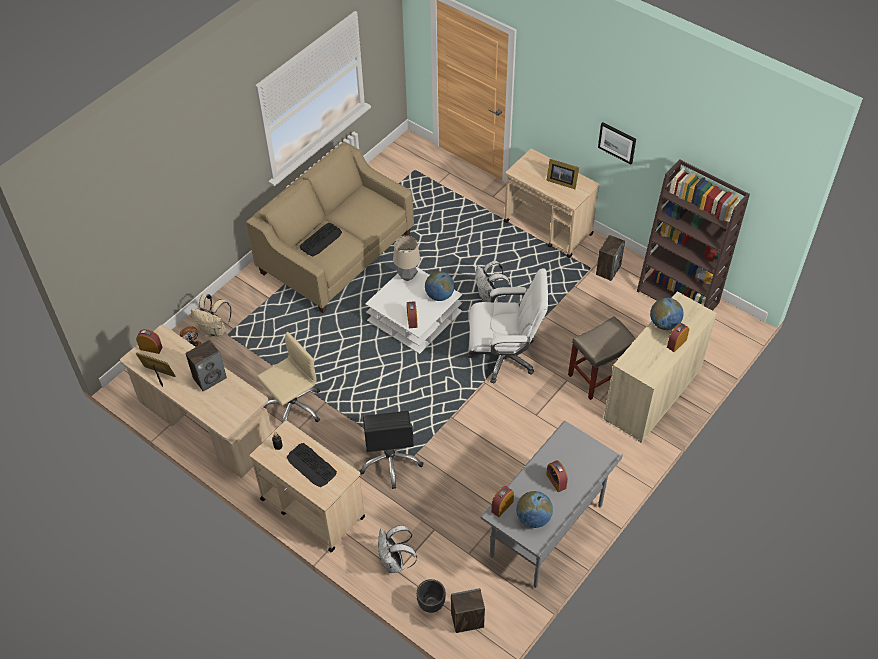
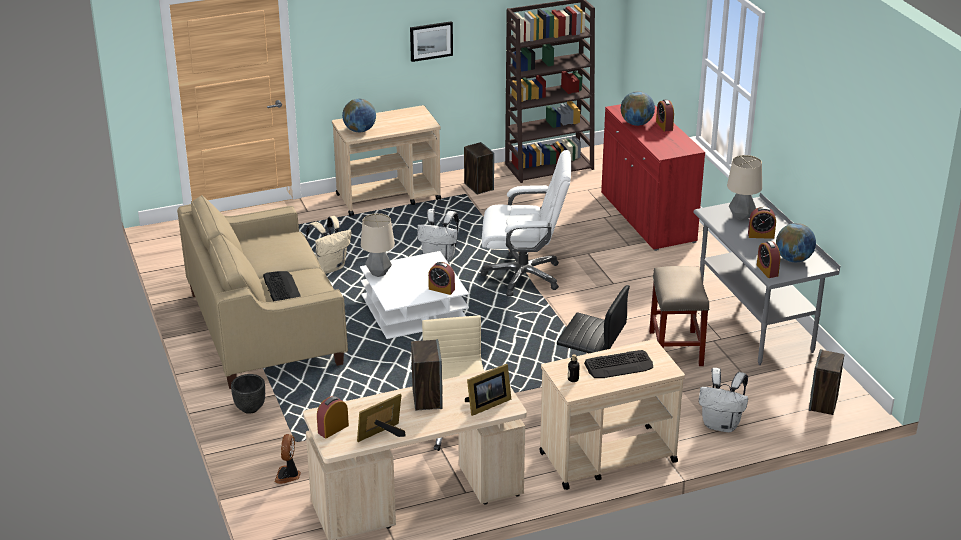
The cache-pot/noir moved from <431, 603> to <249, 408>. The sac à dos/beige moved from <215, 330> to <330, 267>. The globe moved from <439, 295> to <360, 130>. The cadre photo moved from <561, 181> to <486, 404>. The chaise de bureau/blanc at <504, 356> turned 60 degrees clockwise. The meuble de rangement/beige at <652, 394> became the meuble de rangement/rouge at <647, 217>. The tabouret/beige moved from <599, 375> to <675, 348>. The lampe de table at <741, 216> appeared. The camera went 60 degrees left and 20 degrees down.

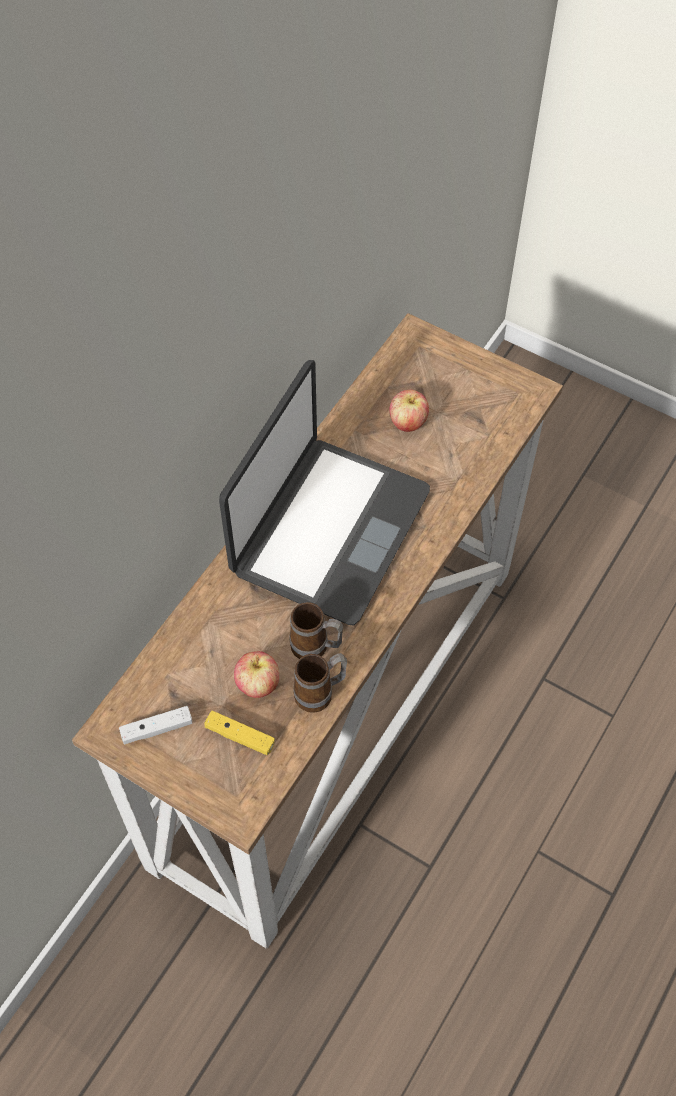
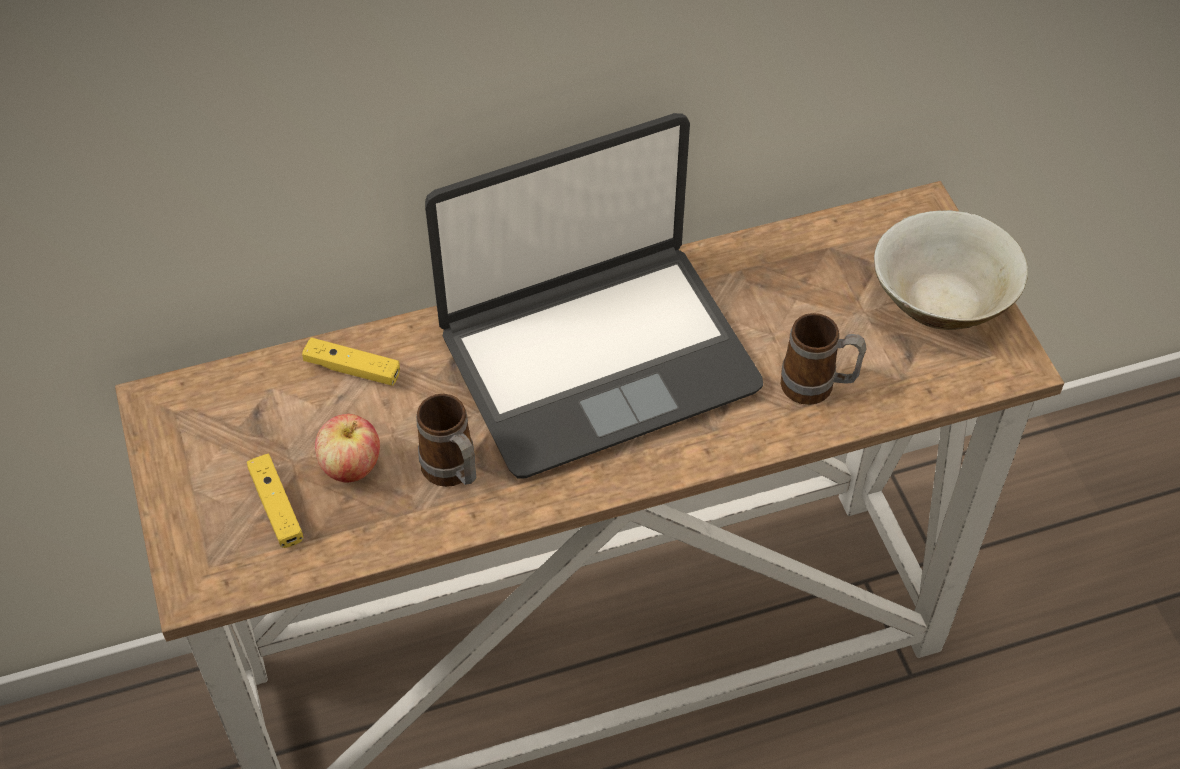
The manette/jaune at <352, 369> appeared. The mug moved from <321, 693> to <817, 388>. The bol/beige at <940, 301> appeared. The manette/blanc at <157, 729> disappeared. The pomme at <408, 423> disappeared. The camera went 40 degrees right and 5 degrees down.

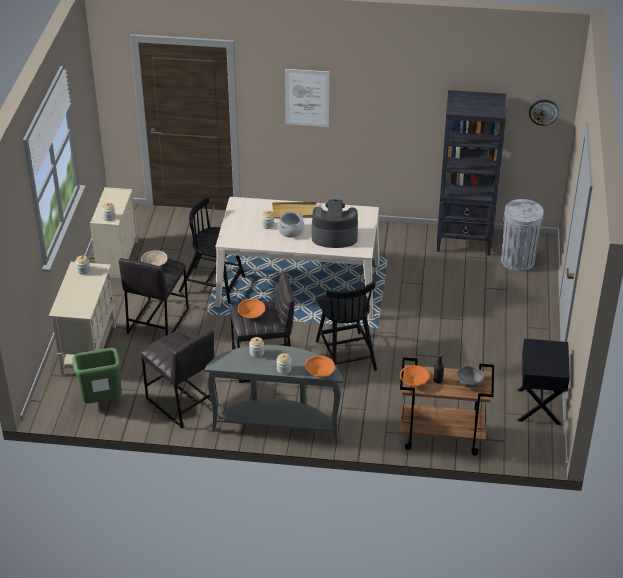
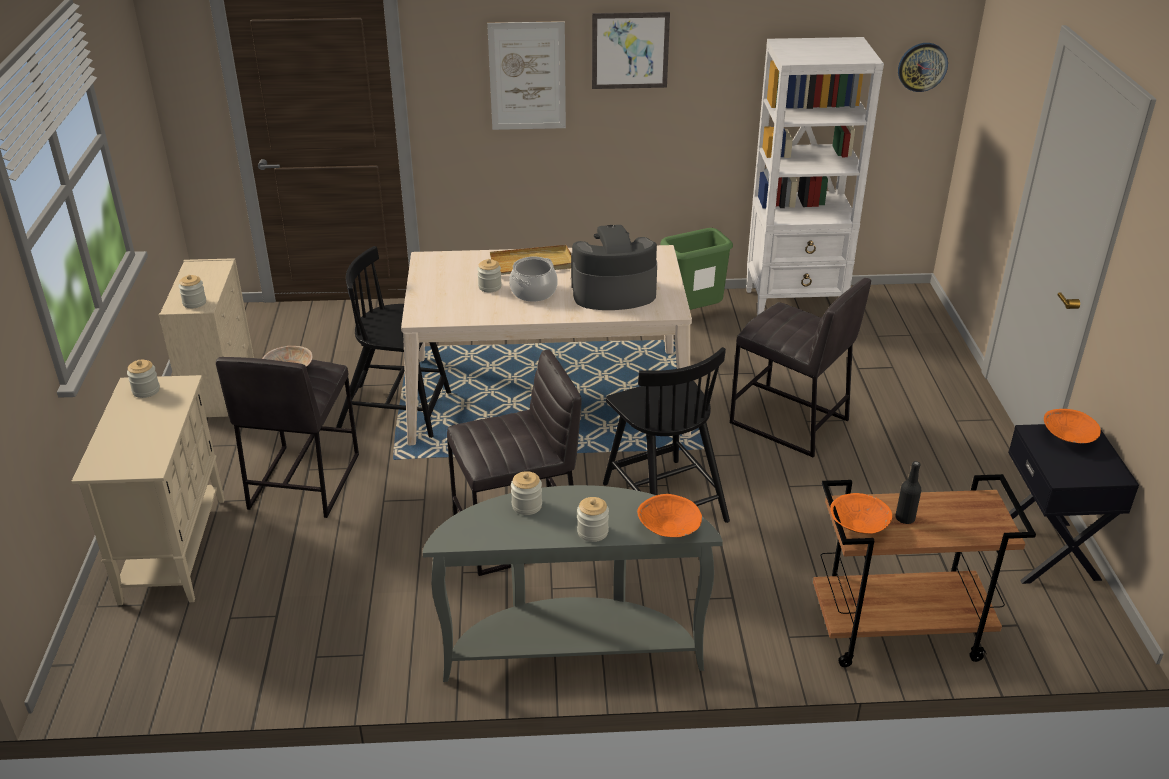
The tableau at <630, 50> appeared. The poubelle/vert moved from <102, 402> to <692, 314>. The tabouret/gris moved from <181, 402> to <789, 422>. The bibliothèque/noir at <464, 241> became the bibliothèque/blanc at <795, 306>. The bol/orange moved from <251, 314> to <1068, 438>. The bol/gris at <469, 383> disappeared. The poubelle/gris at <517, 260> disappeared. The camera went 10 degrees left and 5 degrees down.

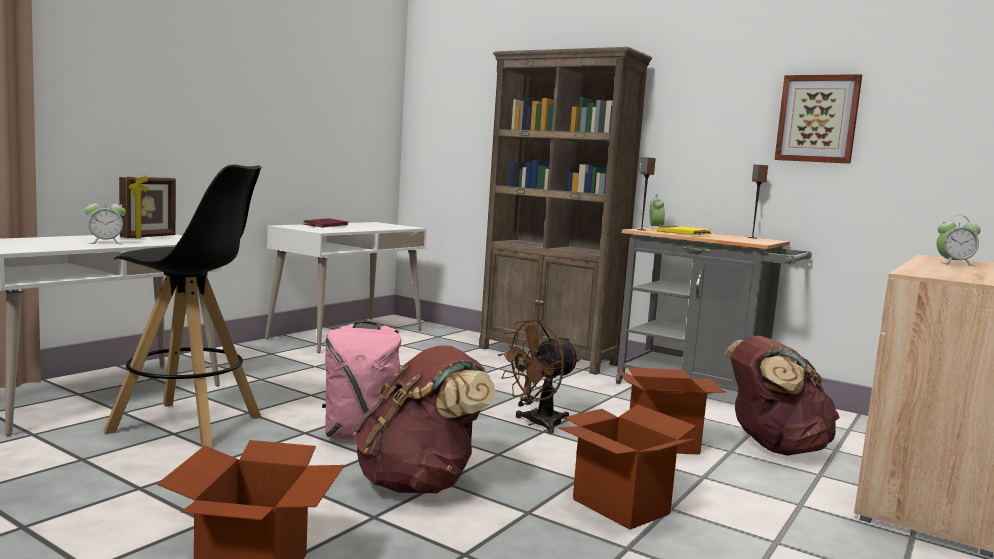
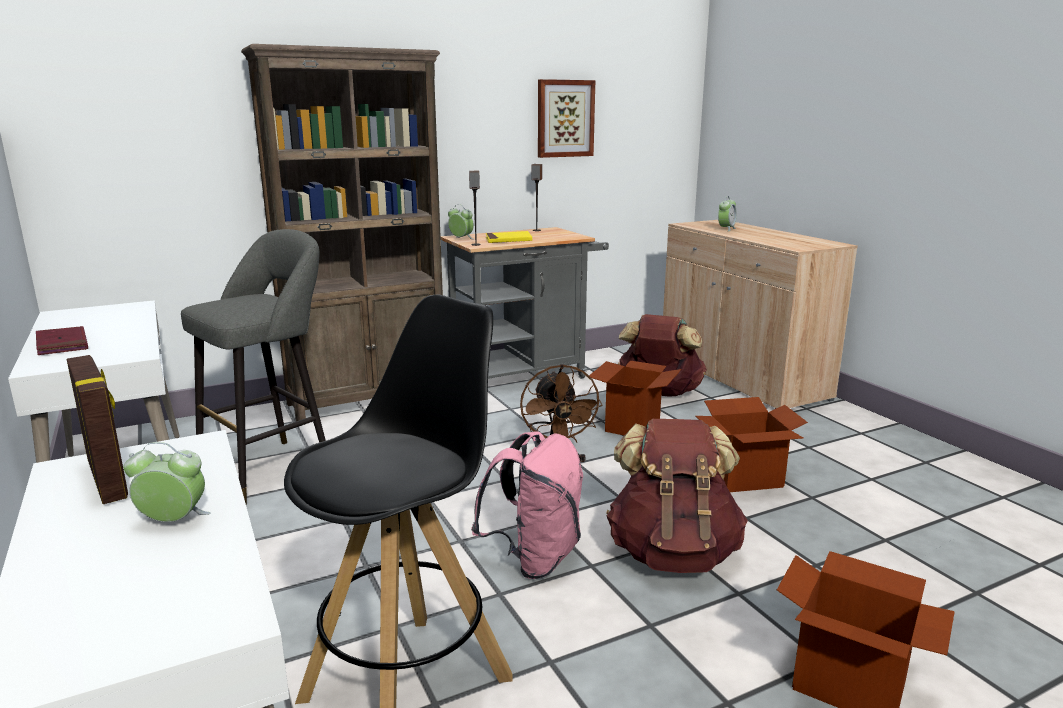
The réveil at <105, 243> turned 90 degrees counterclockwise. The tabouret/gris at <273, 468> appeared. The camera went 60 degrees left and 10 degrees up.

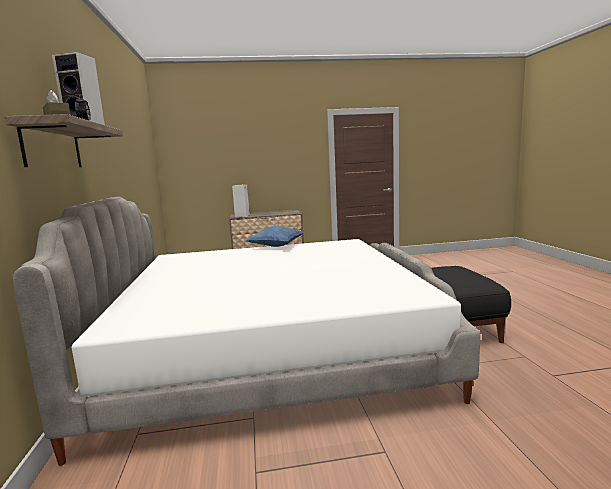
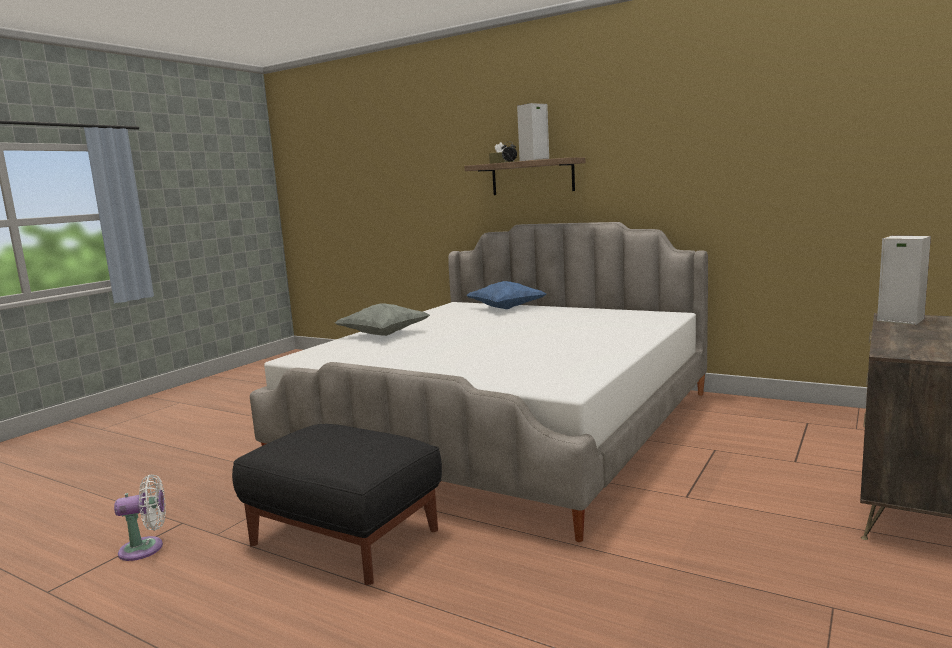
The ventilateur/blanc at <146, 548> appeared. The coussin/gris at <383, 334> appeared. The coussin/bleu moved from <276, 246> to <506, 308>. The camera went 130 degrees right and 0 degrees up.

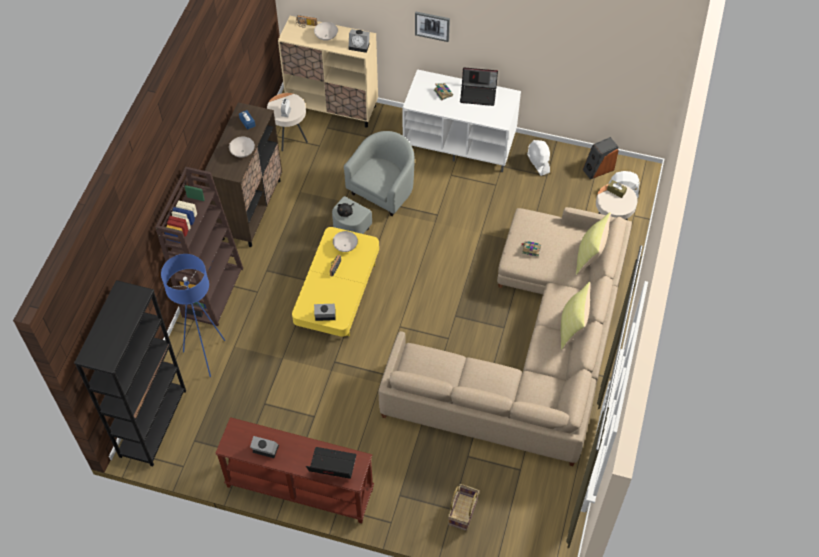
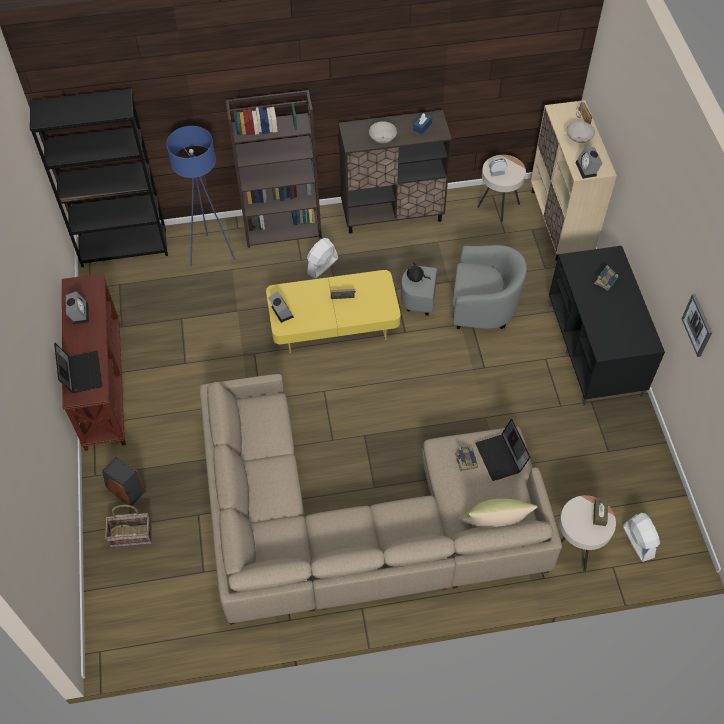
The enceinte moved from <598, 169> to <125, 489>. The ventilateur/blanc moved from <538, 163> to <322, 266>. The ordinateur portable moved from <478, 94> to <501, 457>. The meuble télé/blanc at <460, 142> became the meuble télé/noir at <595, 350>. The tableau moved from <432, 26> to <698, 325>. The bol/blanc at <345, 246> disappeared. The coussin/jaune at <572, 327> disappeared. The camera went 65 degrees right and 0 degrees up.

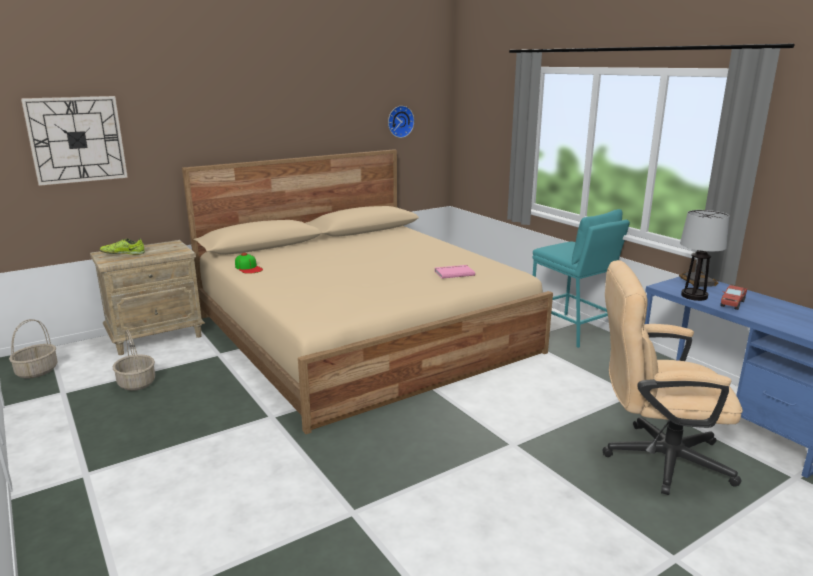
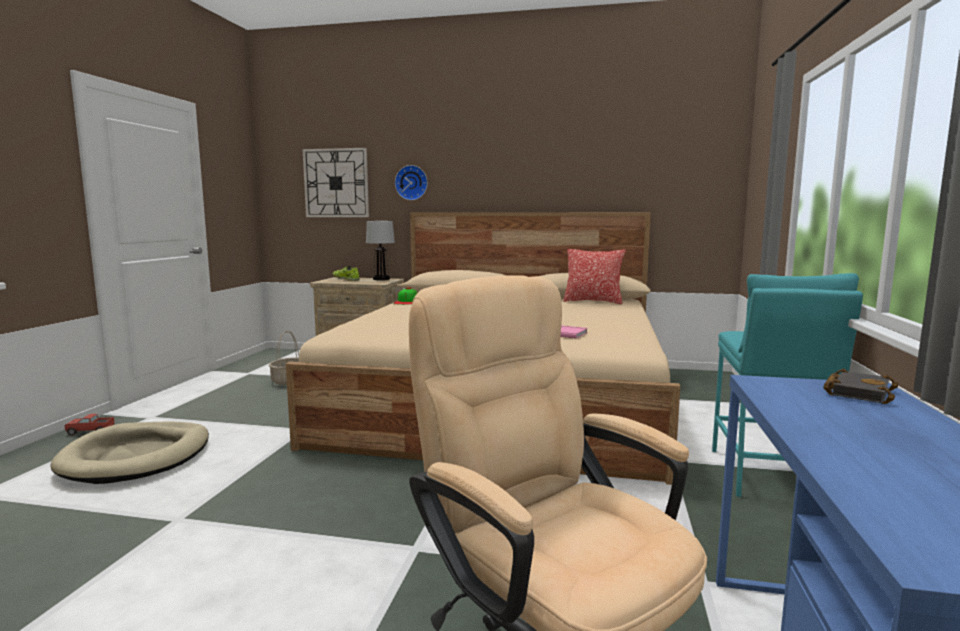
The panier pour chien/beige at <137, 457> appeared. The camion jouet moved from <732, 303> to <90, 432>. The lampe de table moved from <694, 296> to <381, 279>. The horloge murale moved from <399, 121> to <412, 183>. The coussin at <593, 301> appeared. The panier at <37, 371> disappeared. The camera went 45 degrees right and 10 degrees down.

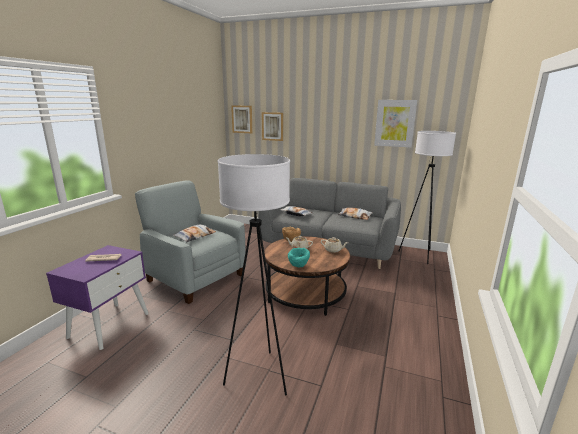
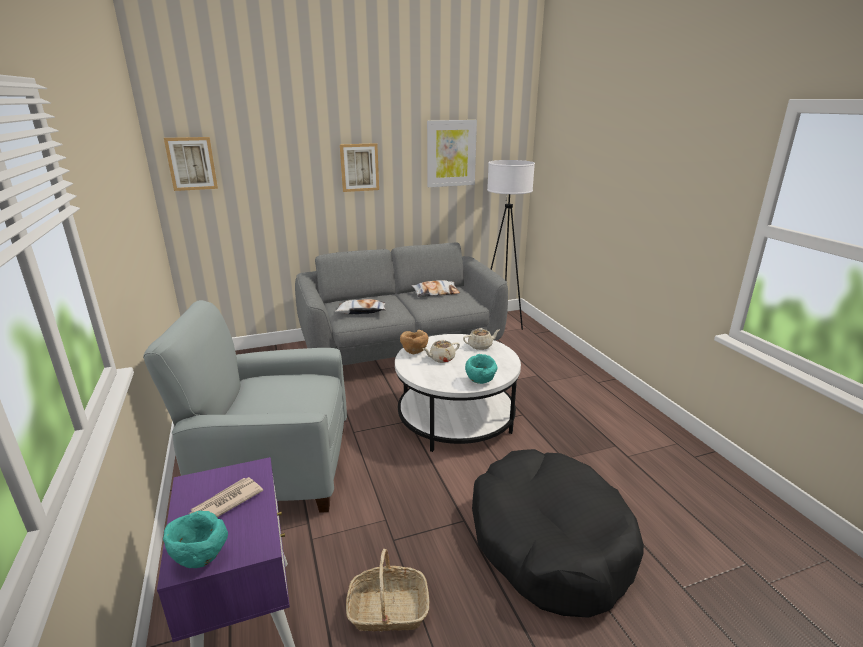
The bol/turquoise at <200, 558> appeared. The tableau moved from <272, 126> to <359, 167>. The panier at <388, 610> appeared. The table basse/marron at <305, 293> became the table basse/blanc at <456, 418>. The lampadaire/blanc at <259, 376> was replaced by the panier pour chien/noir at <549, 541>. The coussin at <195, 236> disappeared. The camera went 40 degrees left and 5 degrees up.

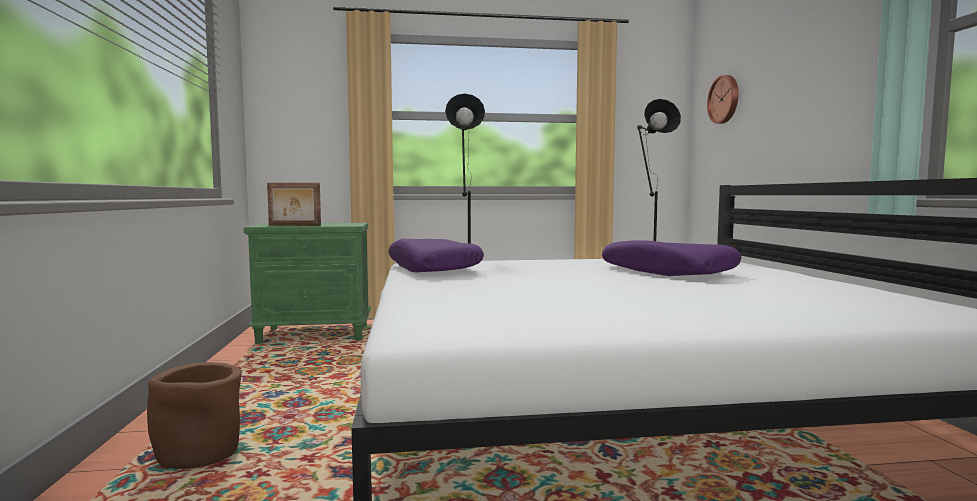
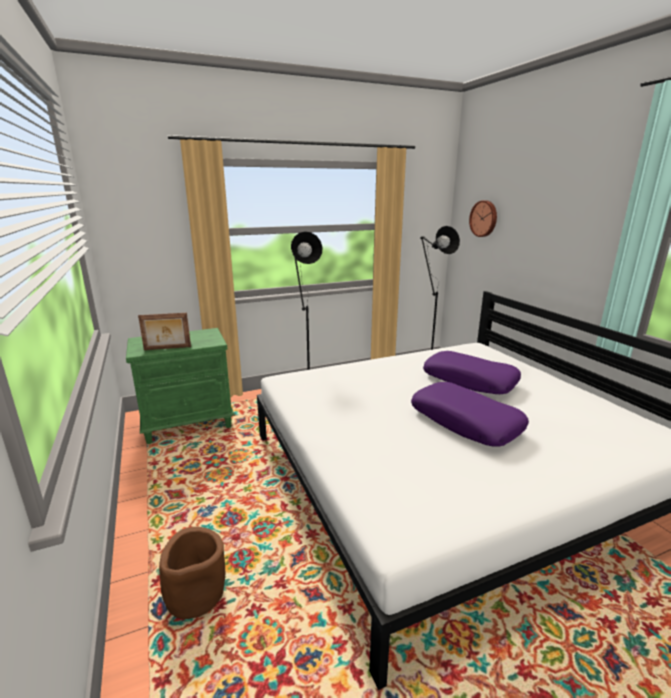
The coussin/violet moved from <434, 268> to <465, 422>. The camera went 15 degrees left and 15 degrees up.

